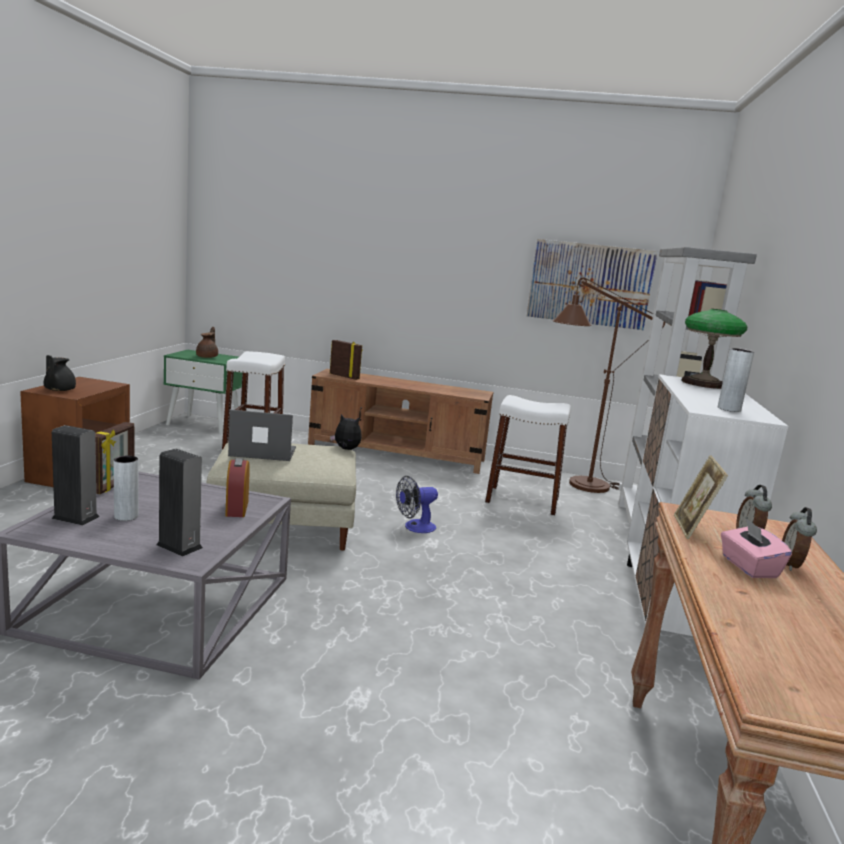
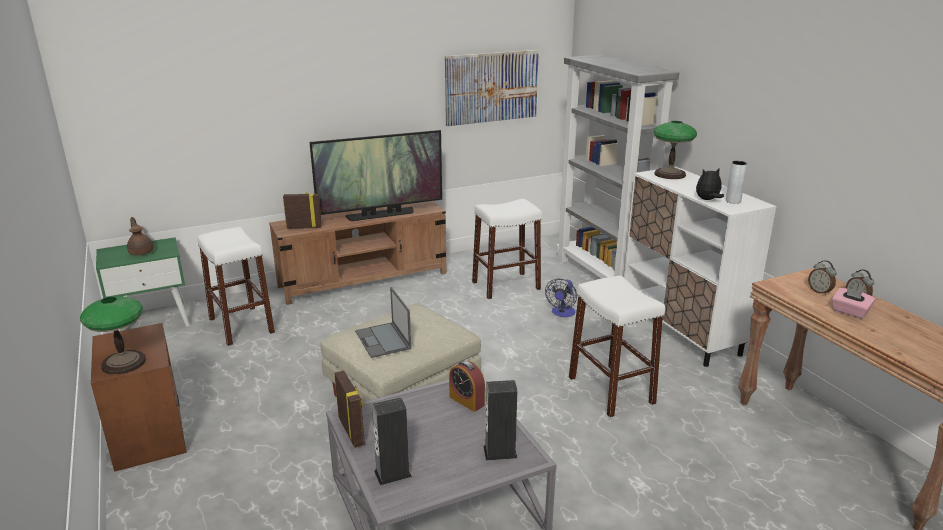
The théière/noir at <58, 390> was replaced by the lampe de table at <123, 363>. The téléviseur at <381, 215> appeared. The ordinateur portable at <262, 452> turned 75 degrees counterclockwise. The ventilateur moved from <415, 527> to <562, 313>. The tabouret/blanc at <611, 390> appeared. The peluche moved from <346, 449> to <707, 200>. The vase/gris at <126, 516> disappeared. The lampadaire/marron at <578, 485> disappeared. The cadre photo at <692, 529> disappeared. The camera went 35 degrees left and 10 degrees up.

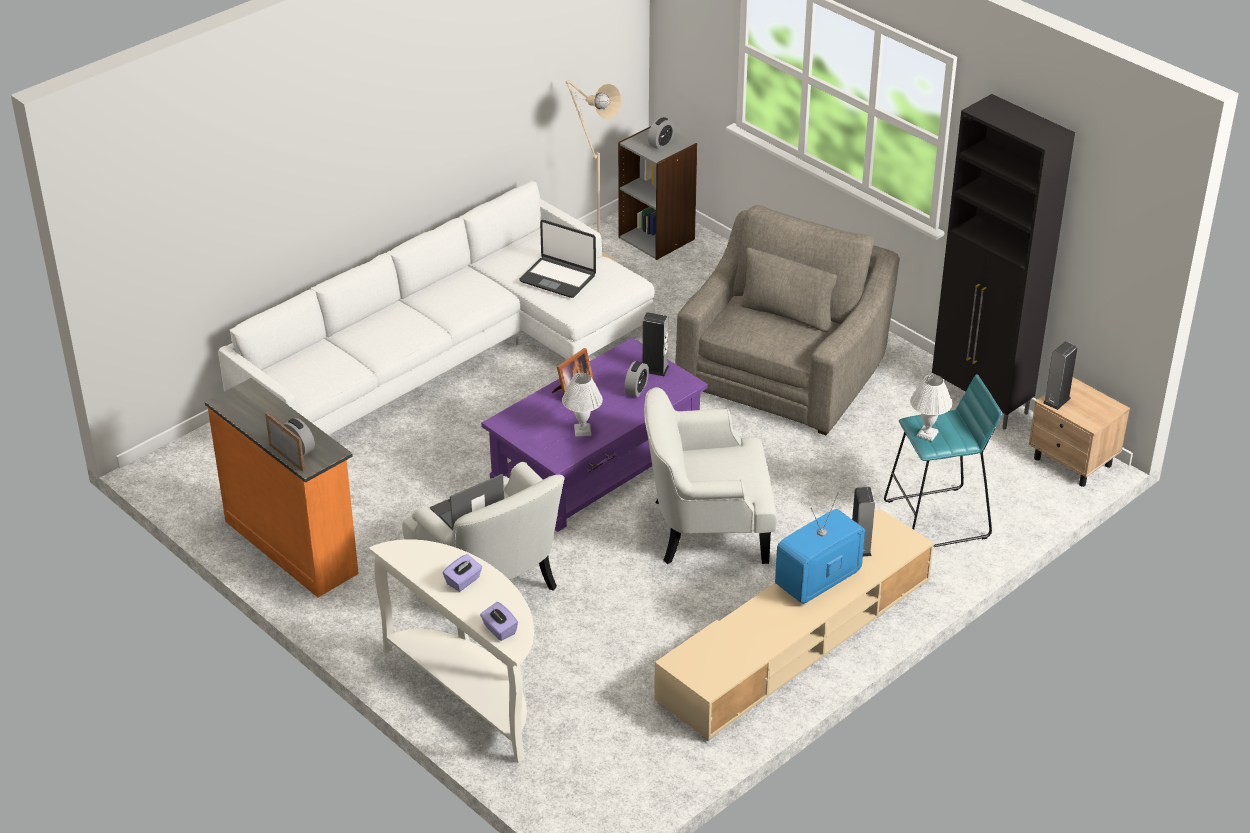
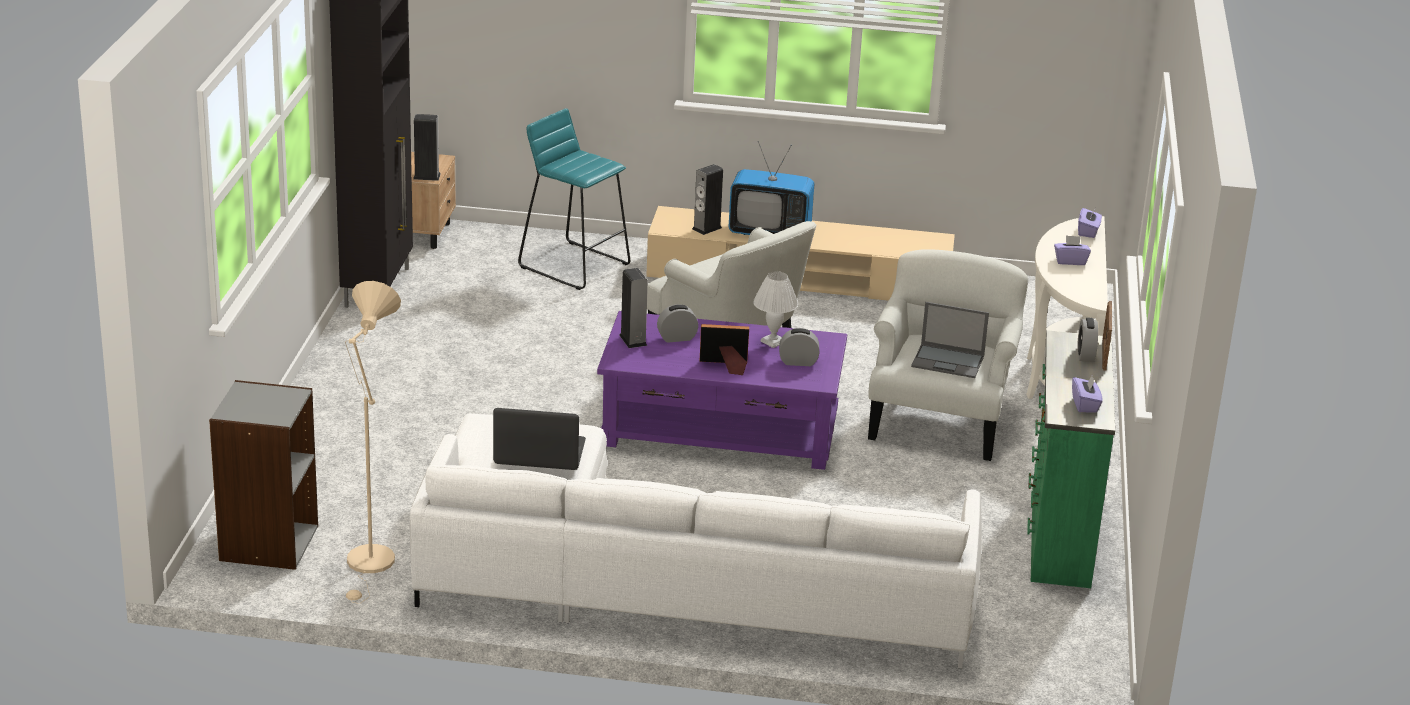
The ordinateur portable at <558, 278> turned 75 degrees counterclockwise. The réveil moved from <661, 143> to <798, 362>. The commode/orange at <292, 545> became the commode/vert at <1057, 535>. The boîte à mouchoirs/violet at <1085, 405> appeared. The fauteuil/gris at <783, 373> disappeared. The lampe de table/blanc at <926, 434> disappeared. The camera went 130 degrees left and 10 degrees down.

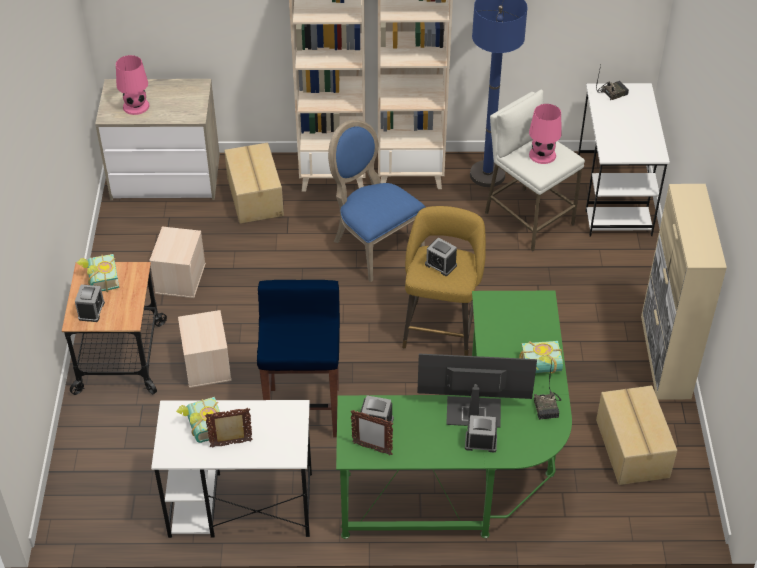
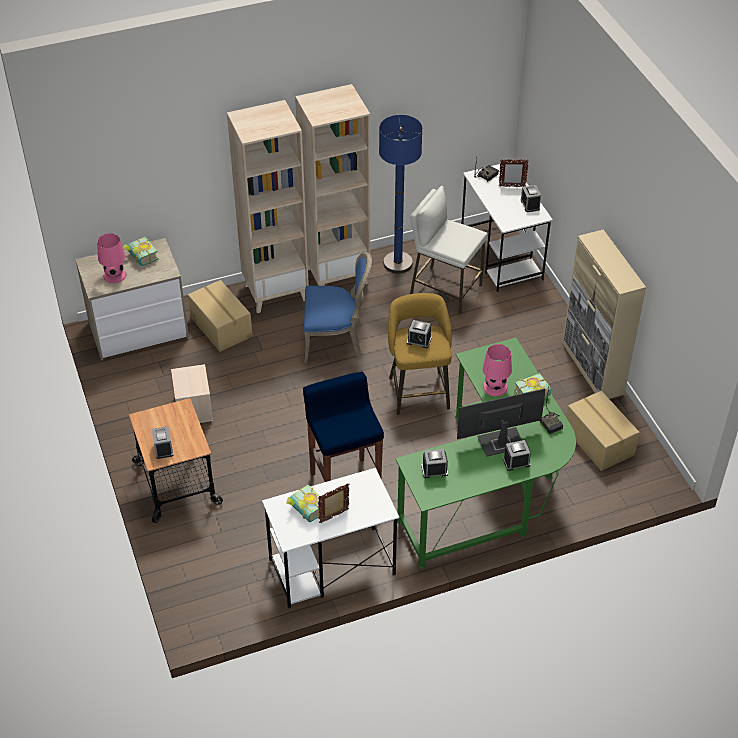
The livre moved from <99, 280> to <140, 258>. The chaise/bleu at <373, 244> turned 150 degrees clockwise. The lampe de table/rose moved from <543, 155> to <495, 387>. The cadre photo moved from <372, 448> to <511, 186>. The réveil at <530, 205> appeared. The boîte de rangement/beige at <206, 364> disappeared. The camera went 20 degrees left and 0 degrees up.

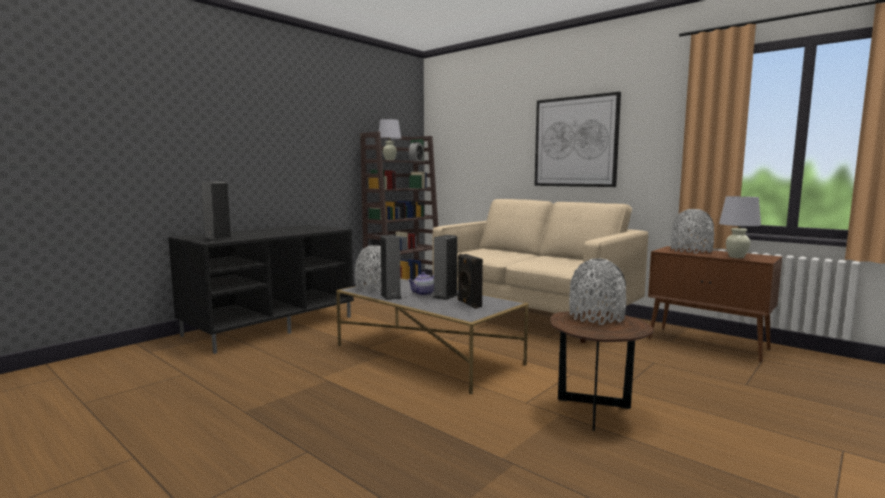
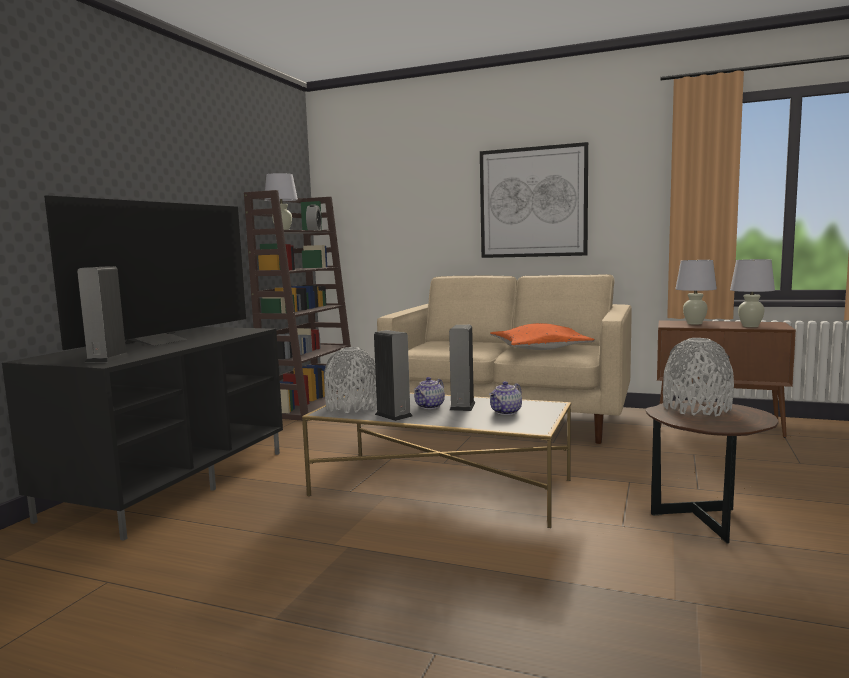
The téléviseur at <161, 341> appeared. The enceinte/noir at <468, 304> was replaced by the théière at <506, 412>. The coussin/orange at <539, 349> appeared. The vase/gris at <691, 251> was replaced by the lampe de table/blanc at <694, 323>. The camera went 20 degrees left and 0 degrees up.

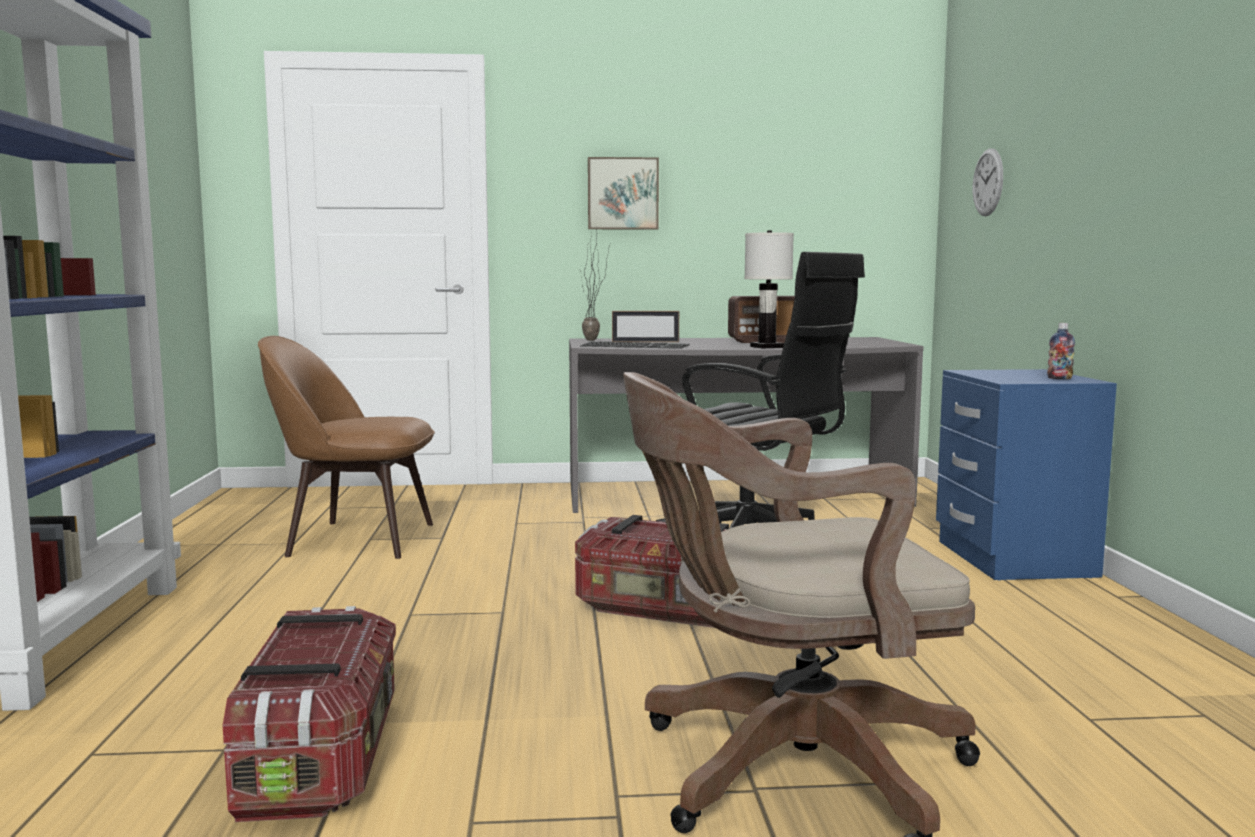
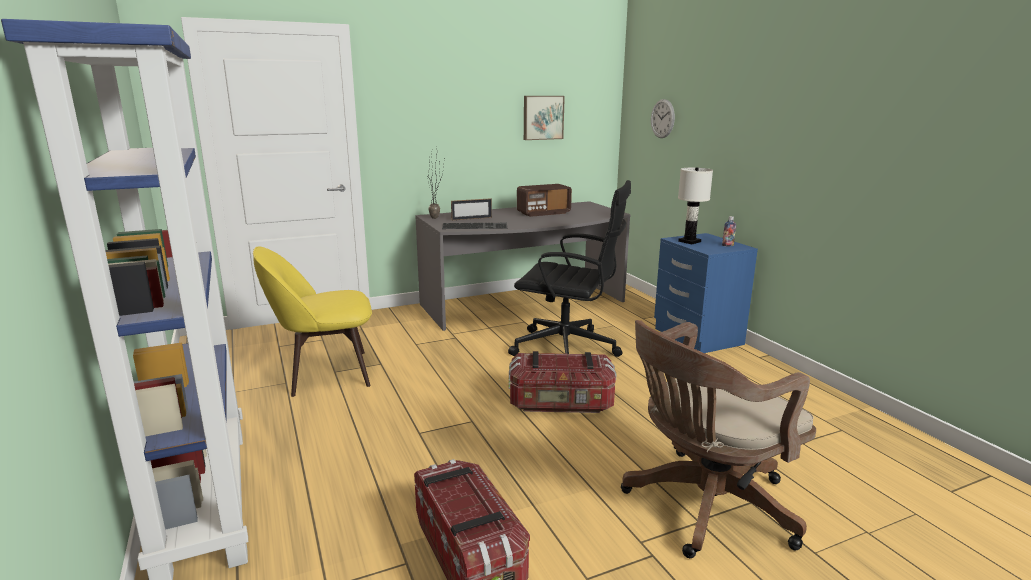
The chaise/marron at <355, 539> became the chaise/jaune at <325, 373>. The tableau moved from <622, 194> to <542, 117>. The lampe de table/blanc moved from <767, 347> to <689, 241>. The camera went 20 degrees left and 10 degrees up.

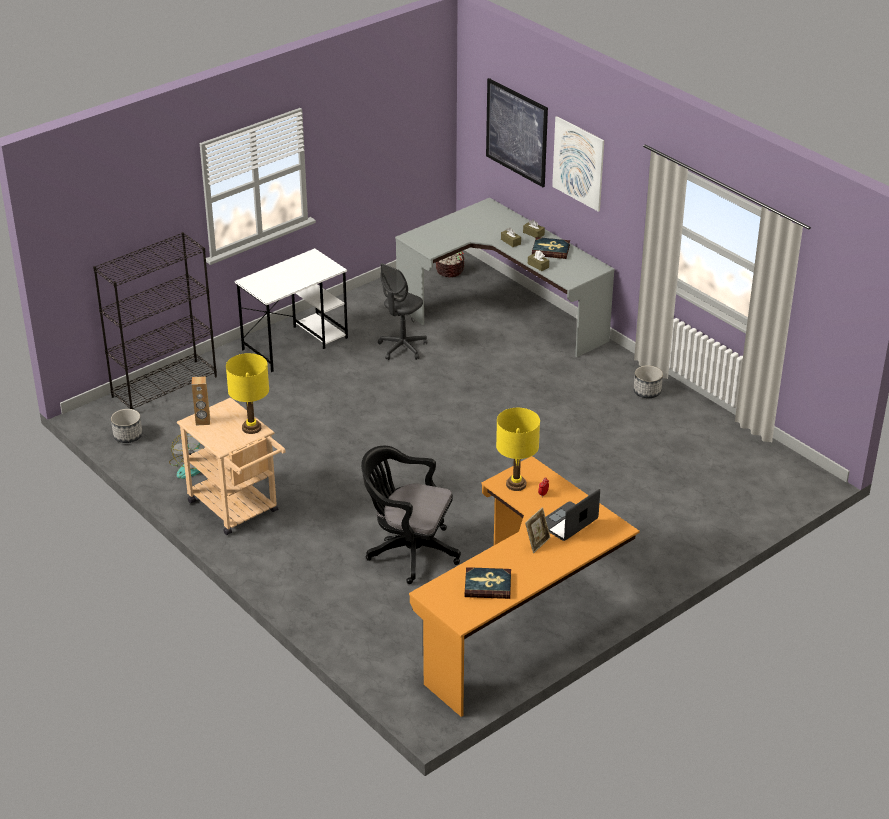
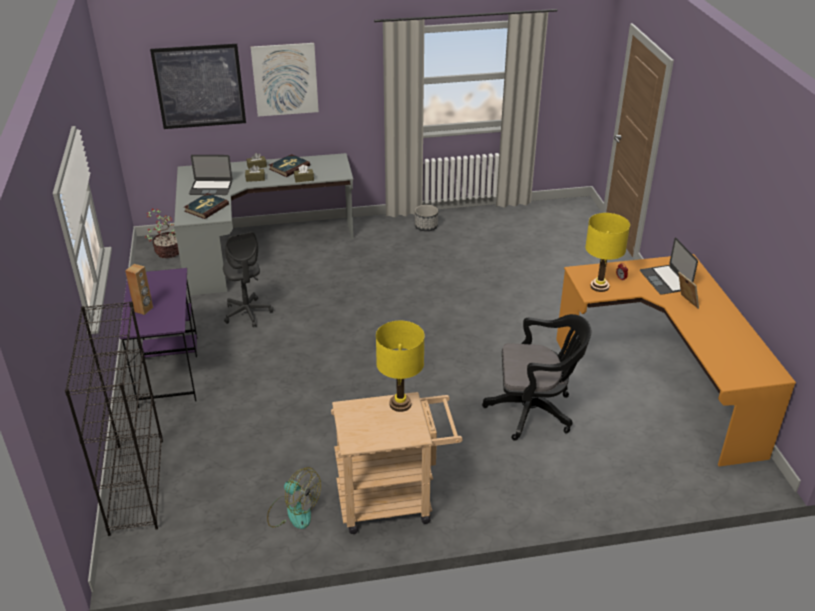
The bureau/blanc at <296, 343> became the bureau/violet at <169, 370>. The enceinte/marron moved from <203, 421> to <144, 309>. The livre moved from <487, 585> to <206, 208>. The ordinateur portable at <211, 188> appeared. The chaise de bureau/noir at <408, 551> turned 135 degrees counterclockwise. The cache-pot at <127, 436> disappeared. The camera went 60 degrees left and 0 degrees up.

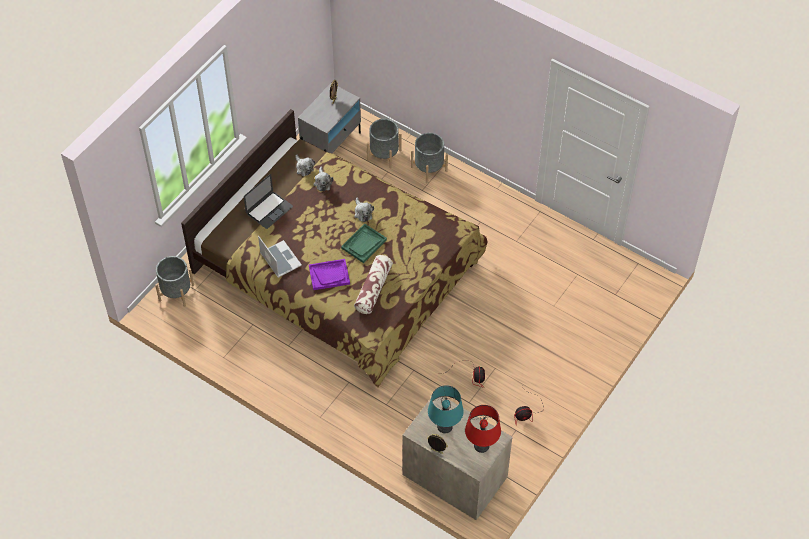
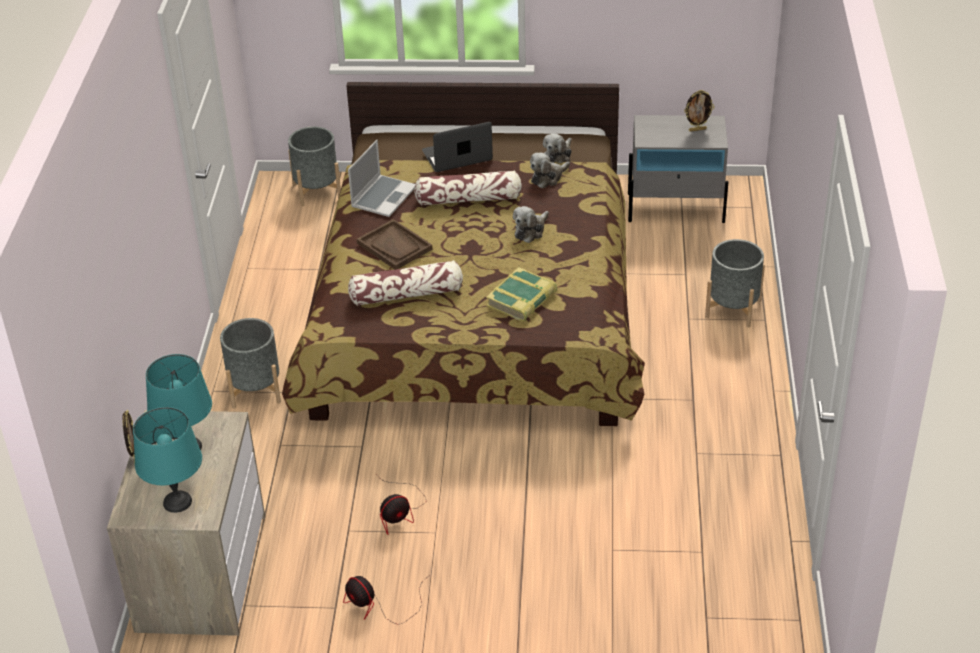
The lampe de table/rouge at <481, 445> became the lampe de table/turquoise at <178, 501>. The cache-pot/gris moved from <384, 155> to <255, 389>. The plateau/violet at <329, 275> became the plateau/marron at <394, 246>. The coussin at <468, 199> appeared. The ordinateur portable at <269, 210> turned 150 degrees clockwise. The livre at <522, 300> appeared. The plateau/vert at <364, 244> disappeared. The camera went 60 degrees right and 15 degrees down.

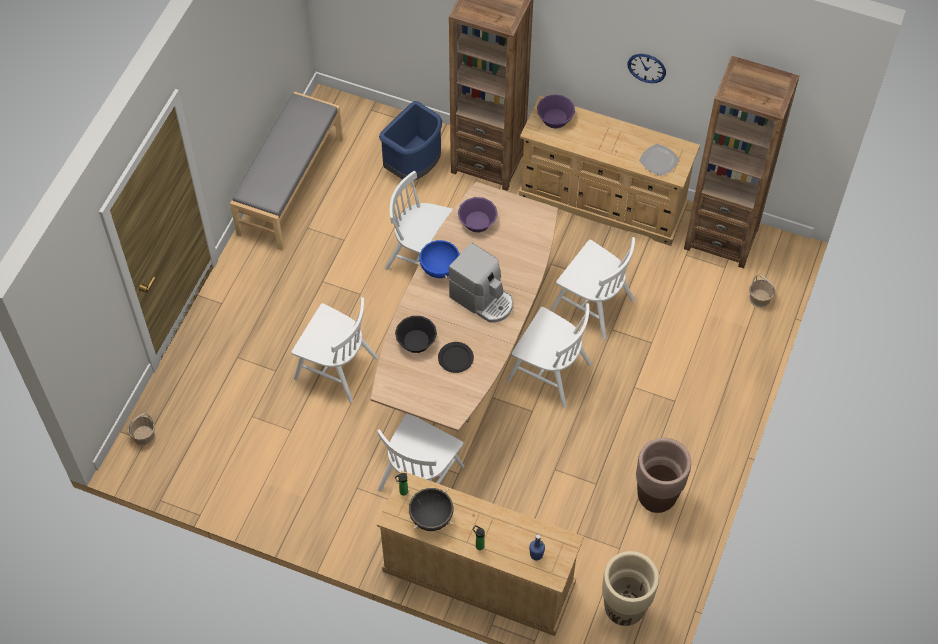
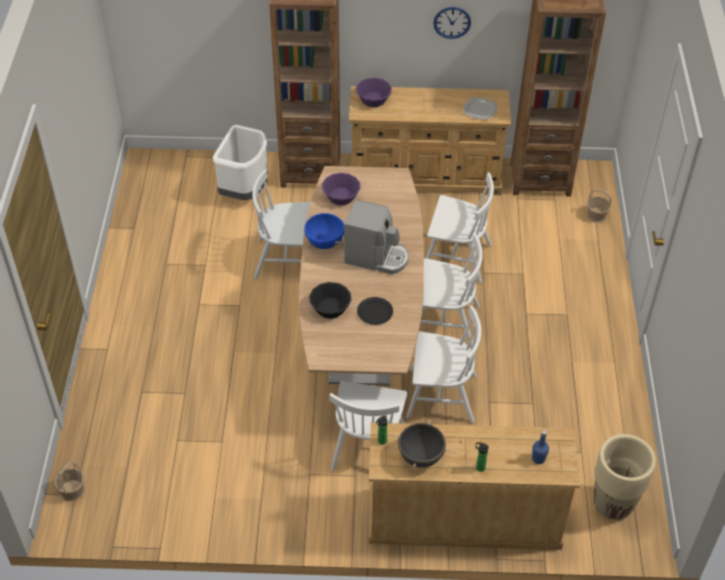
The poubelle/bleu at <414, 166> became the poubelle/blanc at <245, 190>. The chaise/blanc moved from <335, 367> to <441, 396>. The banc/gris at <290, 186> disappeared. The cache-pot/marron at <656, 497> disappeared. The camera went 20 degrees left and 10 degrees down.

